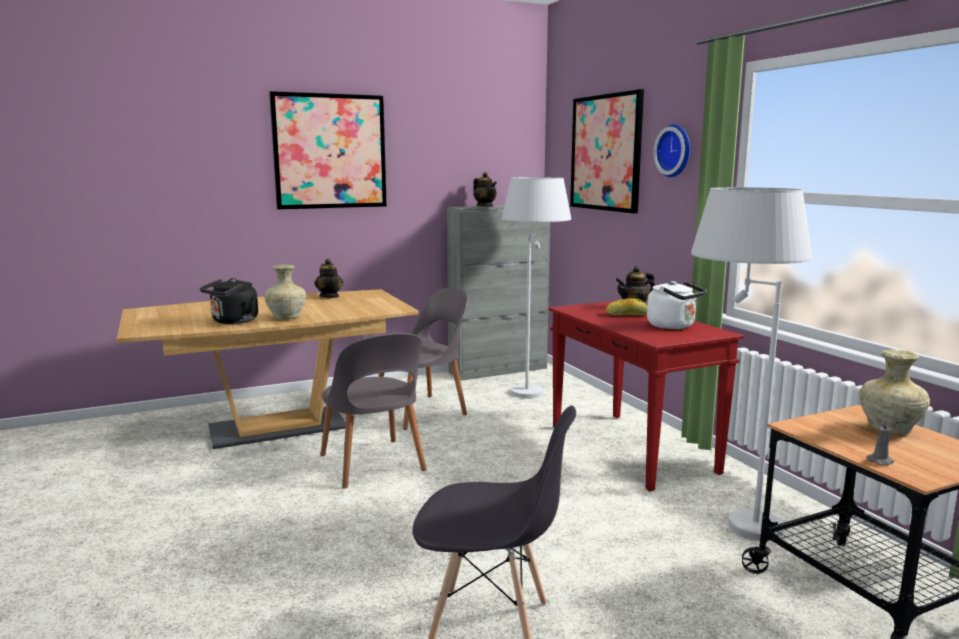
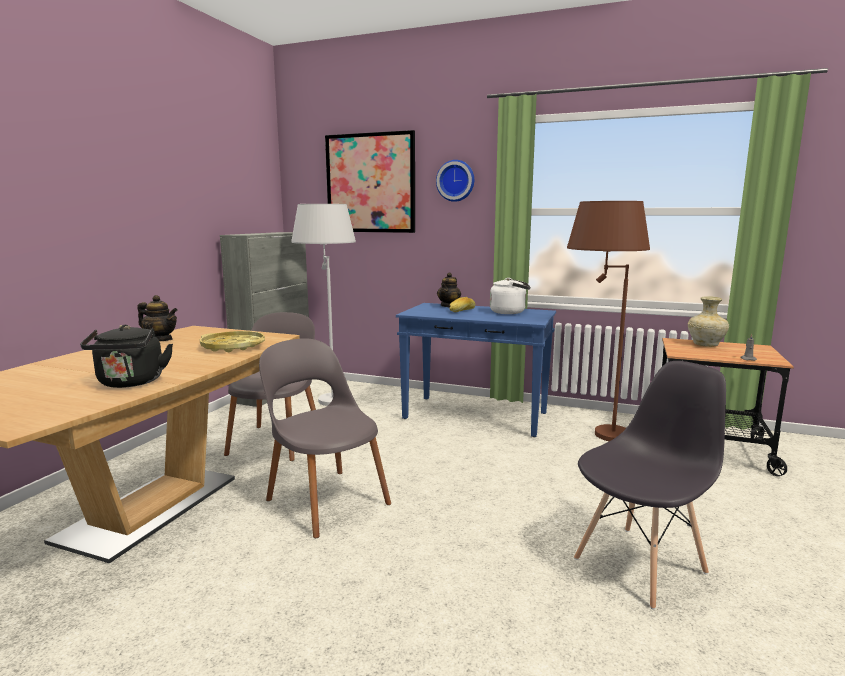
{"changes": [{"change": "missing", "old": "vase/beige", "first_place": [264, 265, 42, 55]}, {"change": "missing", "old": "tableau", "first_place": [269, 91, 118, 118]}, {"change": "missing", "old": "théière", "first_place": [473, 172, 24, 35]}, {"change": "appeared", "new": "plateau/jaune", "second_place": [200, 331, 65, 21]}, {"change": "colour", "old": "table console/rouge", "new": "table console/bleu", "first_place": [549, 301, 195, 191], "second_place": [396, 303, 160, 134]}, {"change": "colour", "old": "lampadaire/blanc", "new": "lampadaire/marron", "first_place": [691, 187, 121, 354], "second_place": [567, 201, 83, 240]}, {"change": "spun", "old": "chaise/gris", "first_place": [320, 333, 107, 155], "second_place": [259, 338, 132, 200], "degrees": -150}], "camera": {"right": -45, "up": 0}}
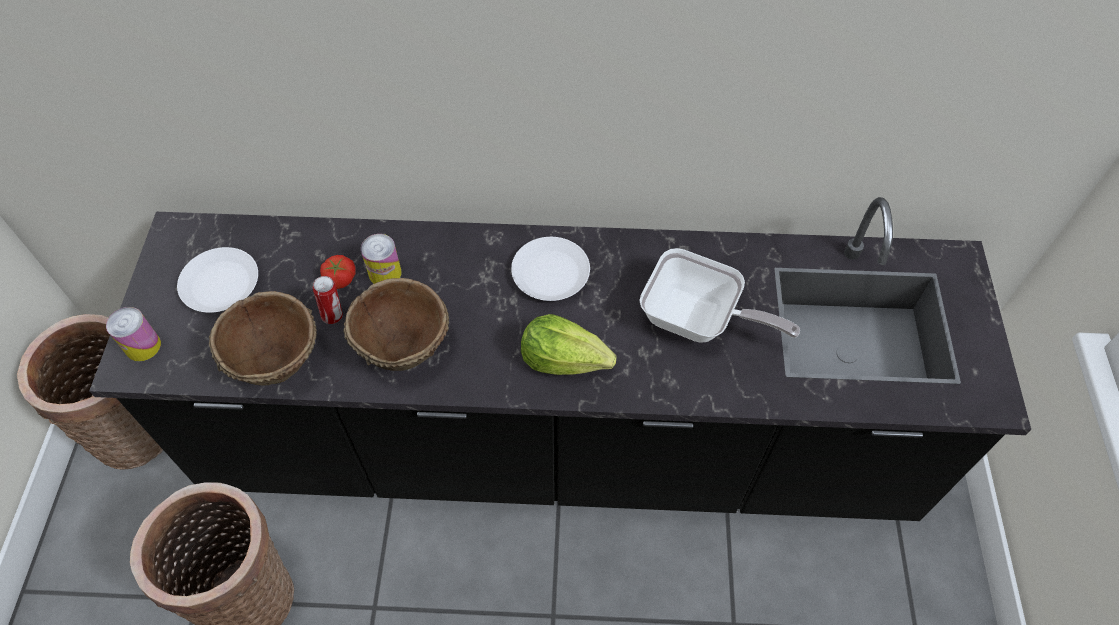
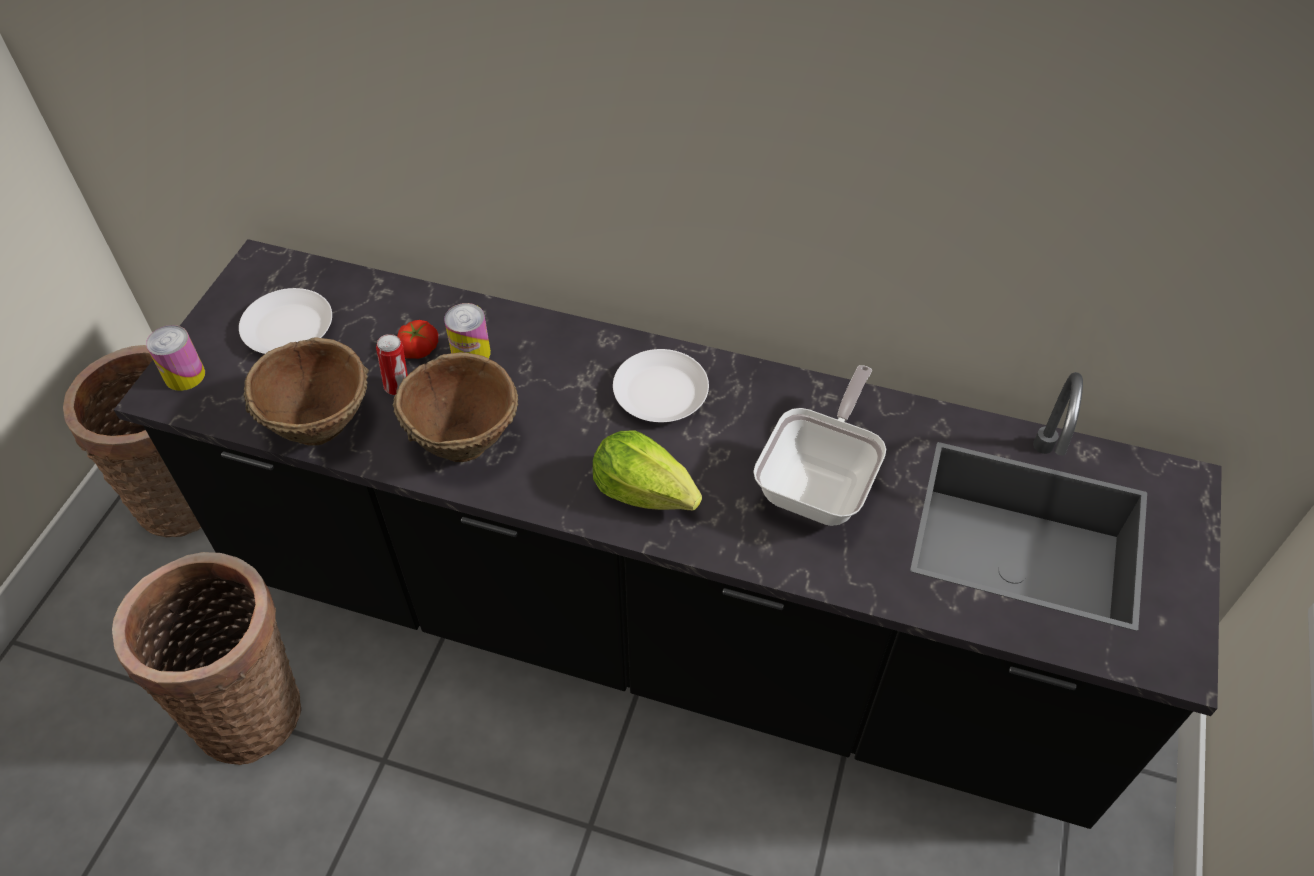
{"changes": [{"change": "spun", "old": "poêle", "first_place": [639, 248, 161, 95], "second_place": [753, 365, 133, 161], "degrees": -105}], "camera": {"right": 15, "up": -5}}
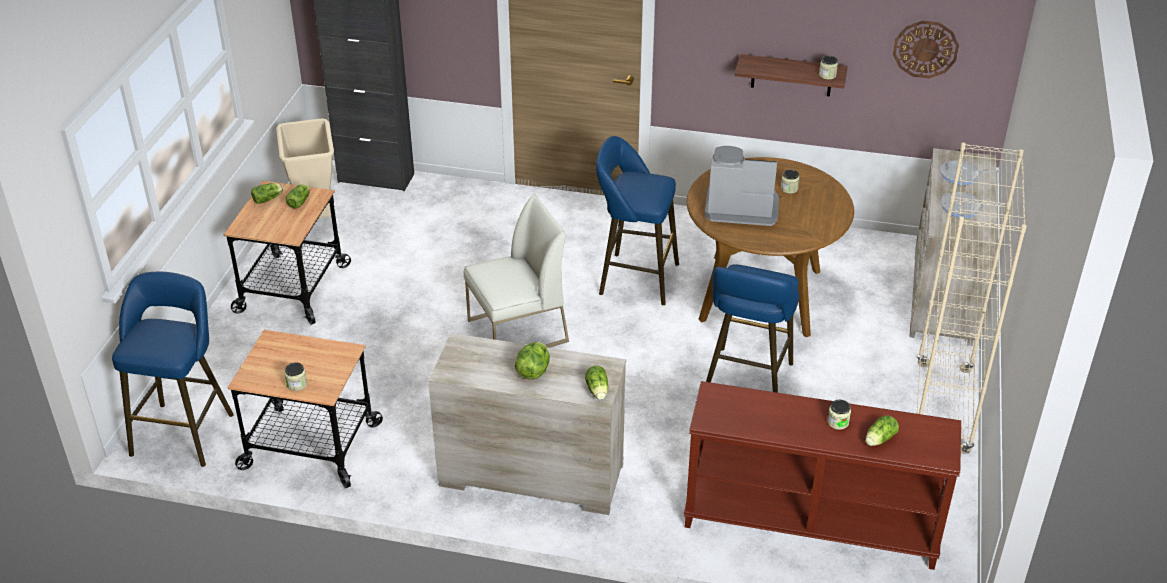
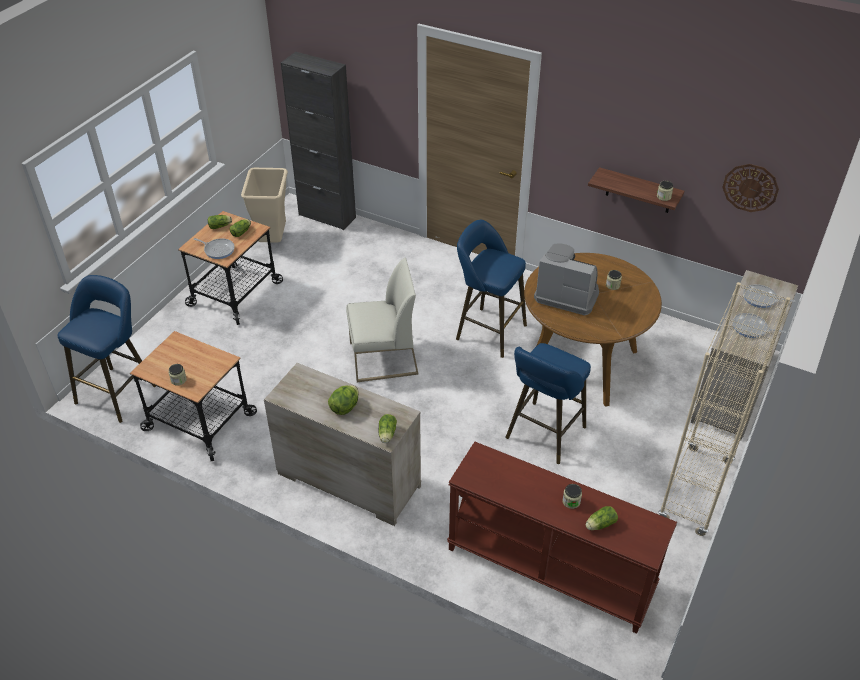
{"changes": [{"change": "appeared", "new": "poêle", "second_place": [194, 238, 40, 21]}], "camera": {"right": 15, "up": 5}}
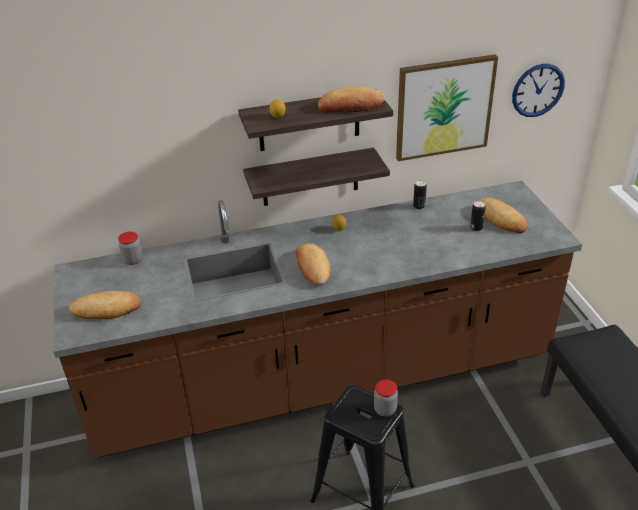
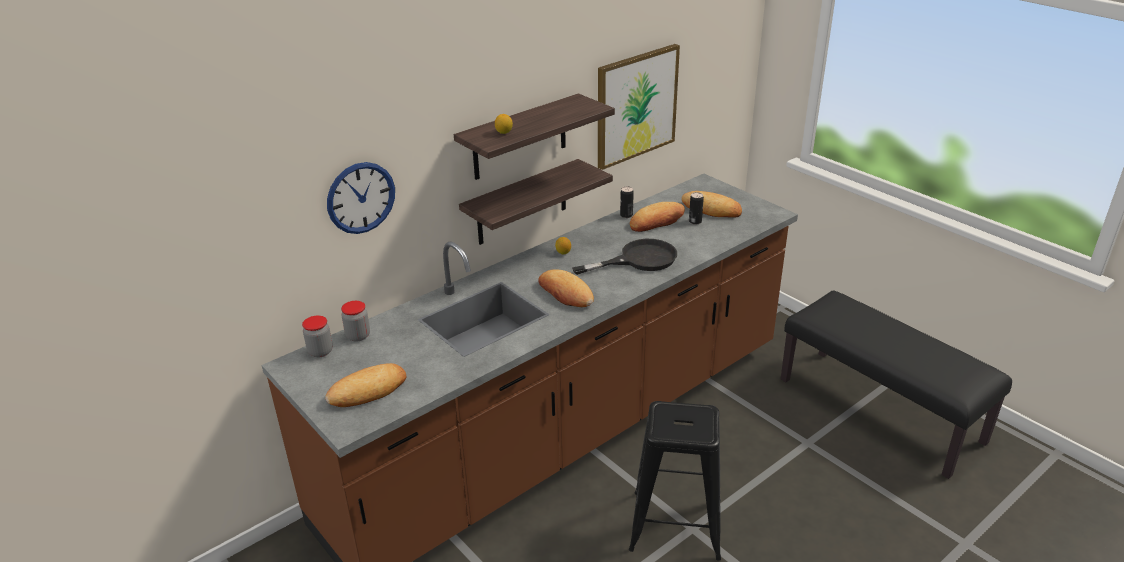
{"changes": [{"change": "appeared", "new": "poêle/noir", "second_place": [572, 239, 105, 36]}, {"change": "relocated", "old": "pain", "first_place": [318, 87, 67, 25], "second_place": [630, 202, 55, 30]}, {"change": "relocated", "old": "bocal", "first_place": [374, 379, 24, 38], "second_place": [302, 316, 31, 41]}, {"change": "relocated", "old": "horloge murale", "first_place": [512, 64, 53, 53], "second_place": [327, 162, 68, 72]}], "camera": {"right": -25, "up": -5}}
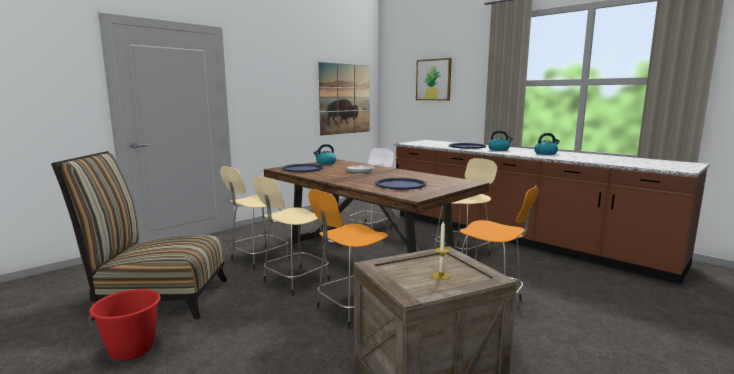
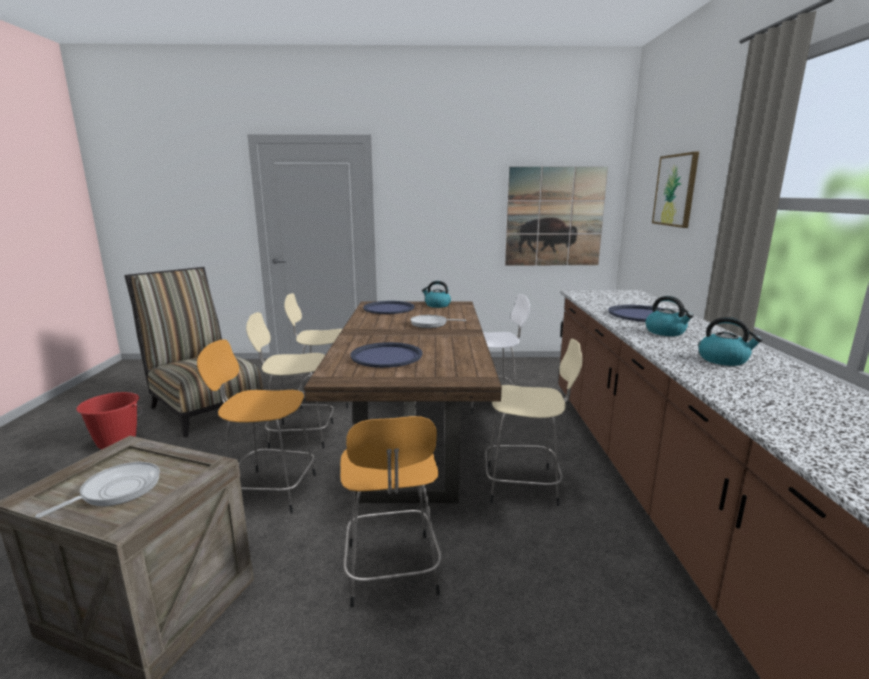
{"changes": [{"change": "exchanged", "old": "bougie", "new": "poêle", "first_place": [432, 221, 18, 59], "second_place": [35, 462, 125, 56]}], "camera": {"right": 45, "up": 5}}
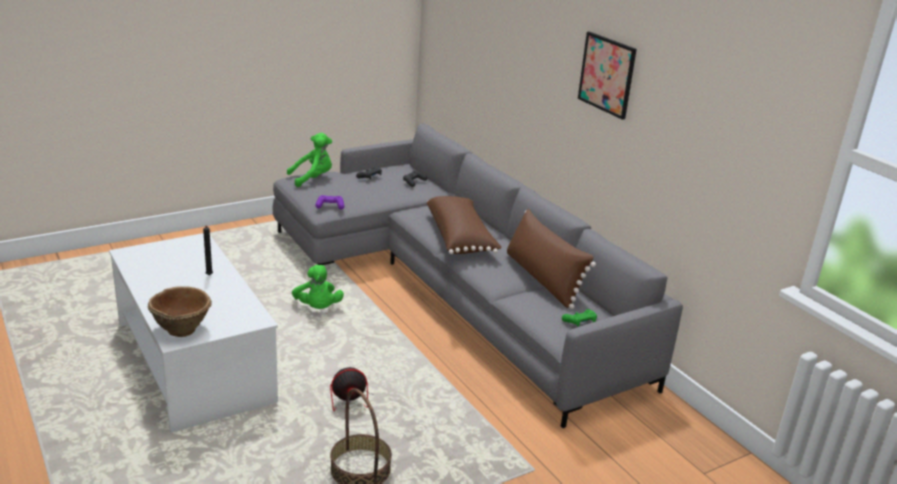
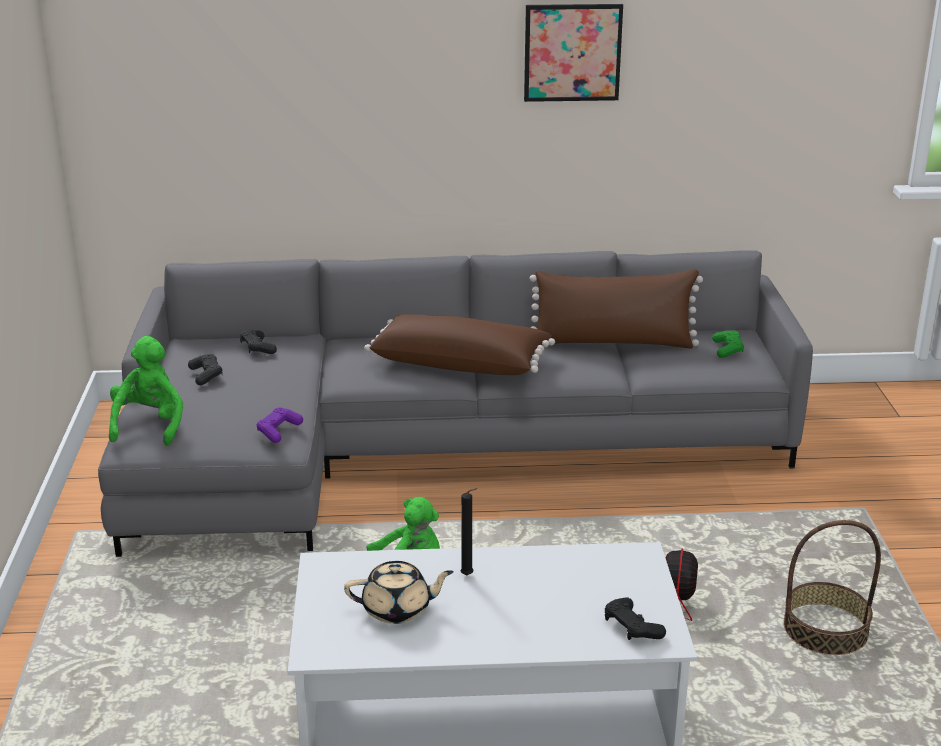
{"changes": [{"change": "appeared", "new": "théière/beige", "second_place": [344, 561, 110, 63]}, {"change": "exchanged", "old": "bol/marron", "new": "manette/noir", "first_place": [147, 286, 65, 51], "second_place": [605, 597, 61, 43]}], "camera": {"right": -60, "up": 0}}
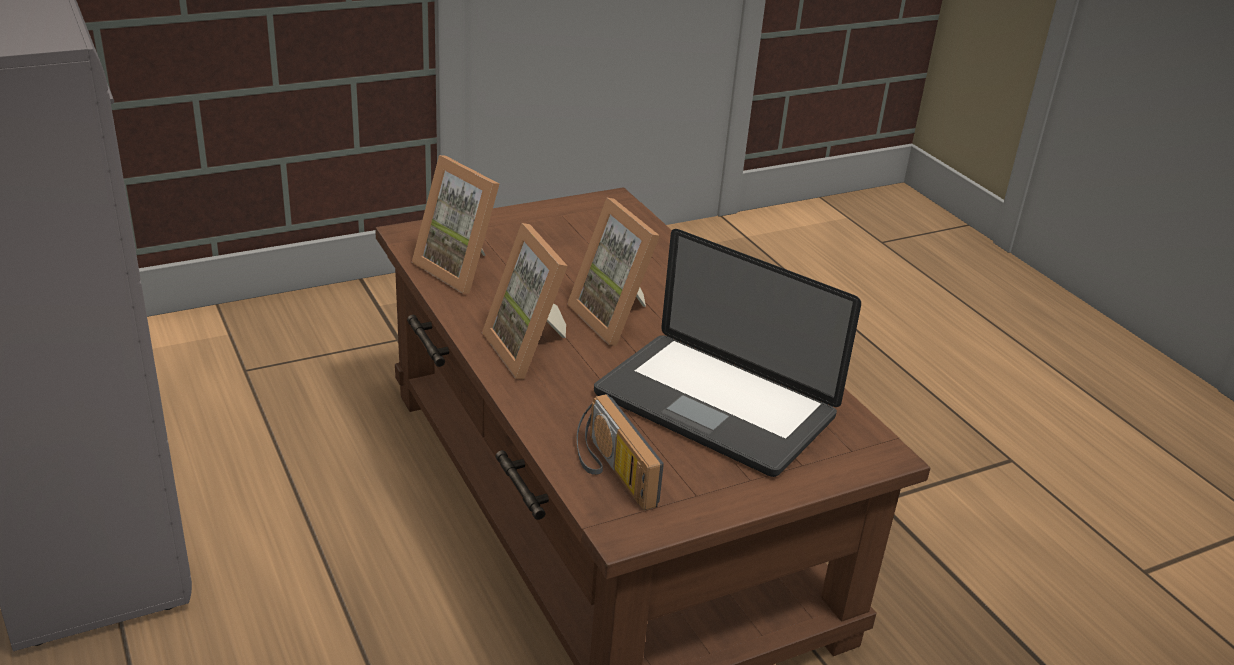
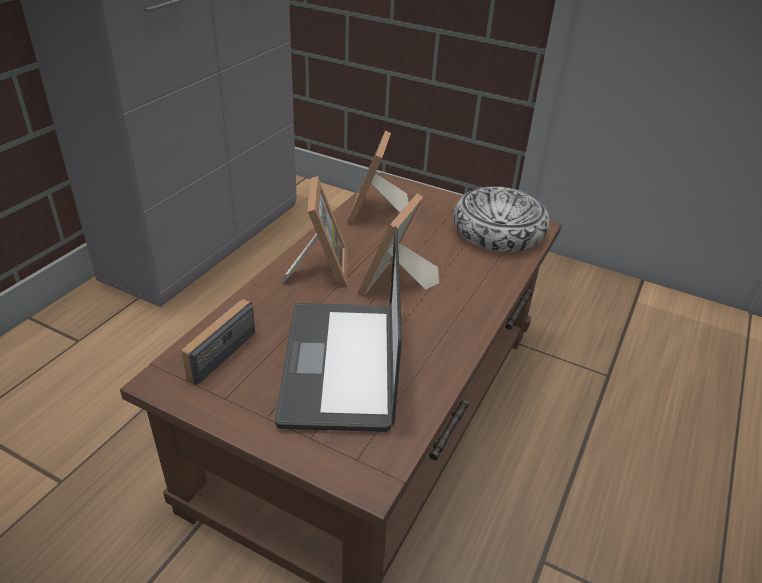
{"changes": [{"change": "appeared", "new": "bol", "second_place": [454, 186, 96, 66]}, {"change": "spun", "old": "cadre photo", "first_place": [482, 223, 86, 156], "second_place": [282, 176, 65, 112], "degrees": 150}], "camera": {"right": 55, "up": 5}}
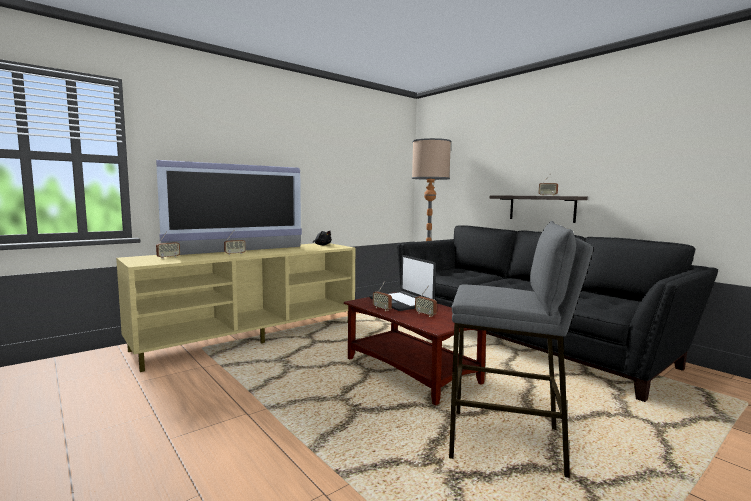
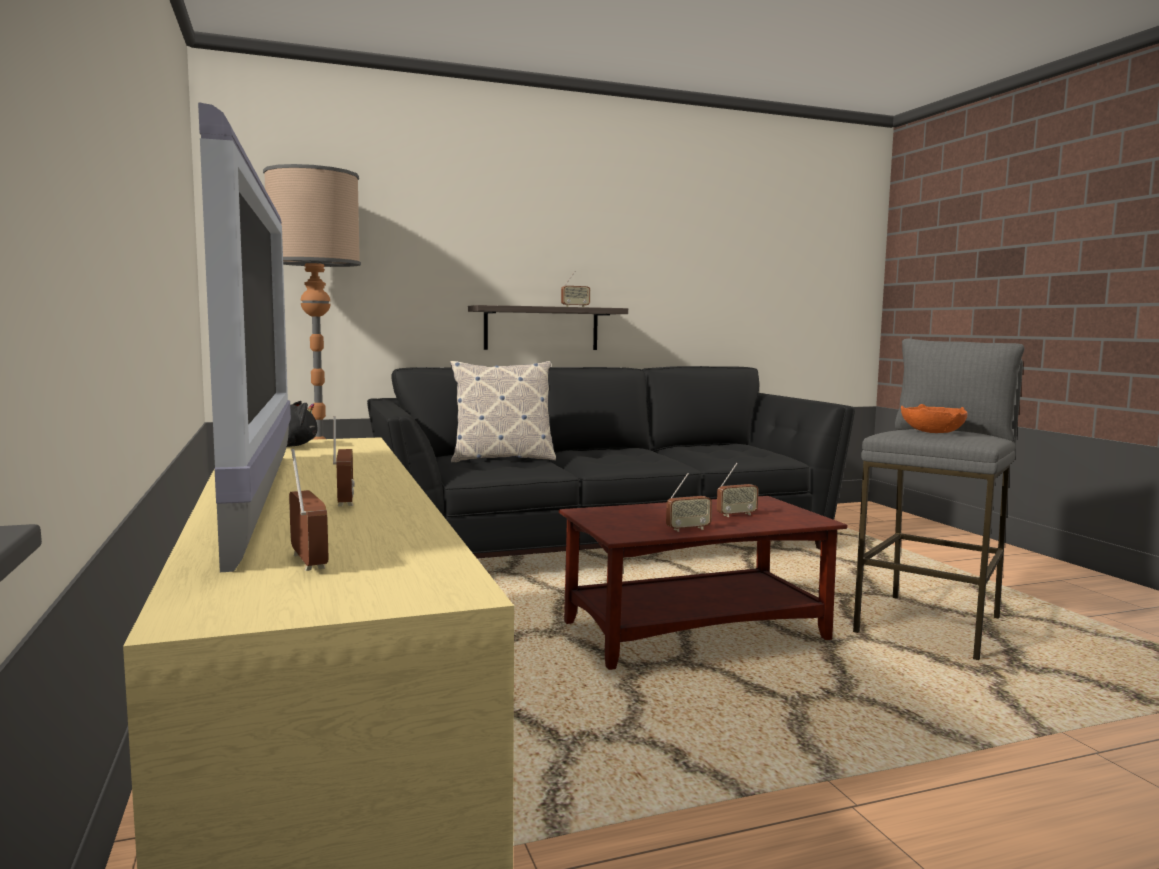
{"changes": [{"change": "missing", "old": "ordinateur portable", "first_place": [369, 255, 67, 56]}, {"change": "appeared", "new": "coussin", "second_place": [450, 361, 106, 101]}, {"change": "appeared", "new": "bol/orange", "second_place": [901, 404, 66, 29]}], "camera": {"right": -70, "up": 0}}
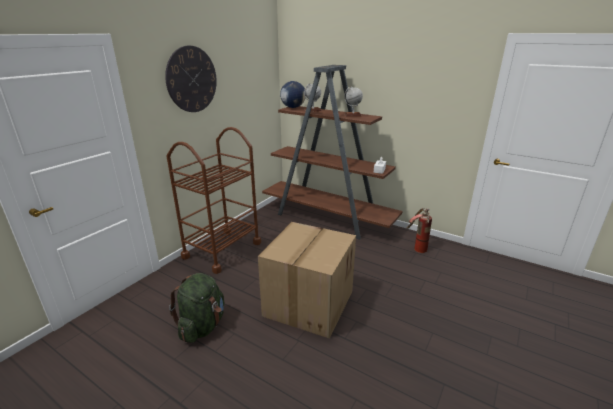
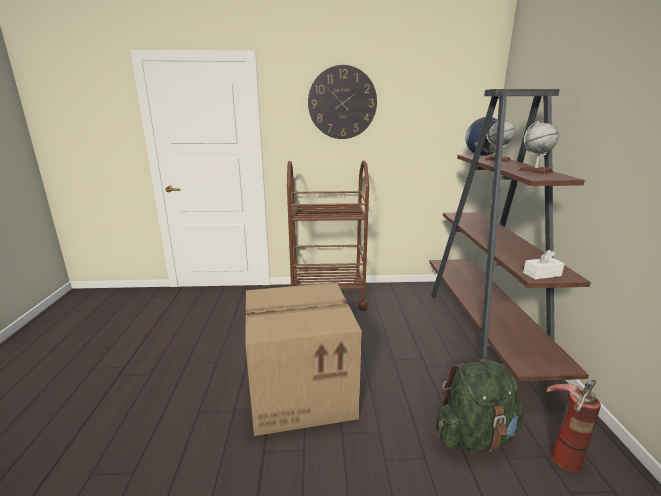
{"changes": [{"change": "relocated", "old": "sac à dos/vert", "first_place": [169, 273, 56, 70], "second_place": [435, 359, 89, 94]}], "camera": {"right": 55, "up": -5}}
